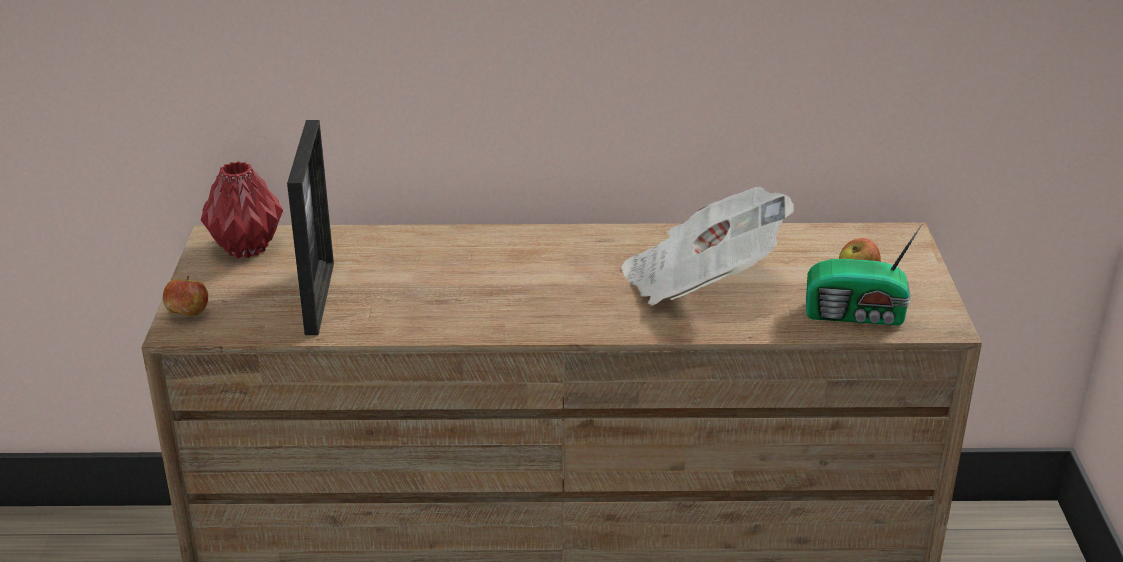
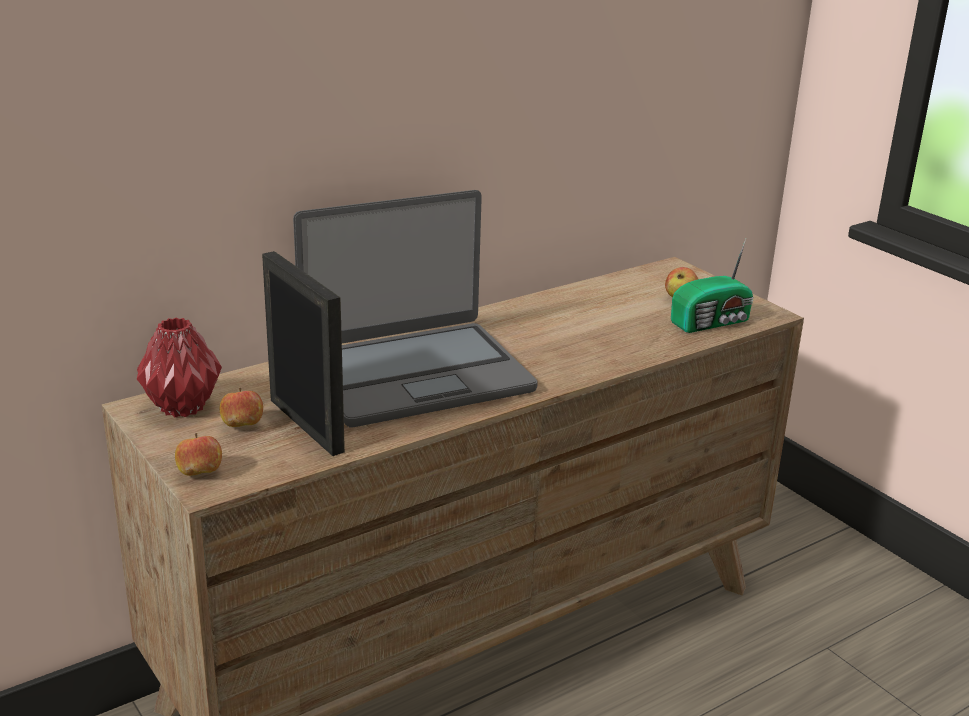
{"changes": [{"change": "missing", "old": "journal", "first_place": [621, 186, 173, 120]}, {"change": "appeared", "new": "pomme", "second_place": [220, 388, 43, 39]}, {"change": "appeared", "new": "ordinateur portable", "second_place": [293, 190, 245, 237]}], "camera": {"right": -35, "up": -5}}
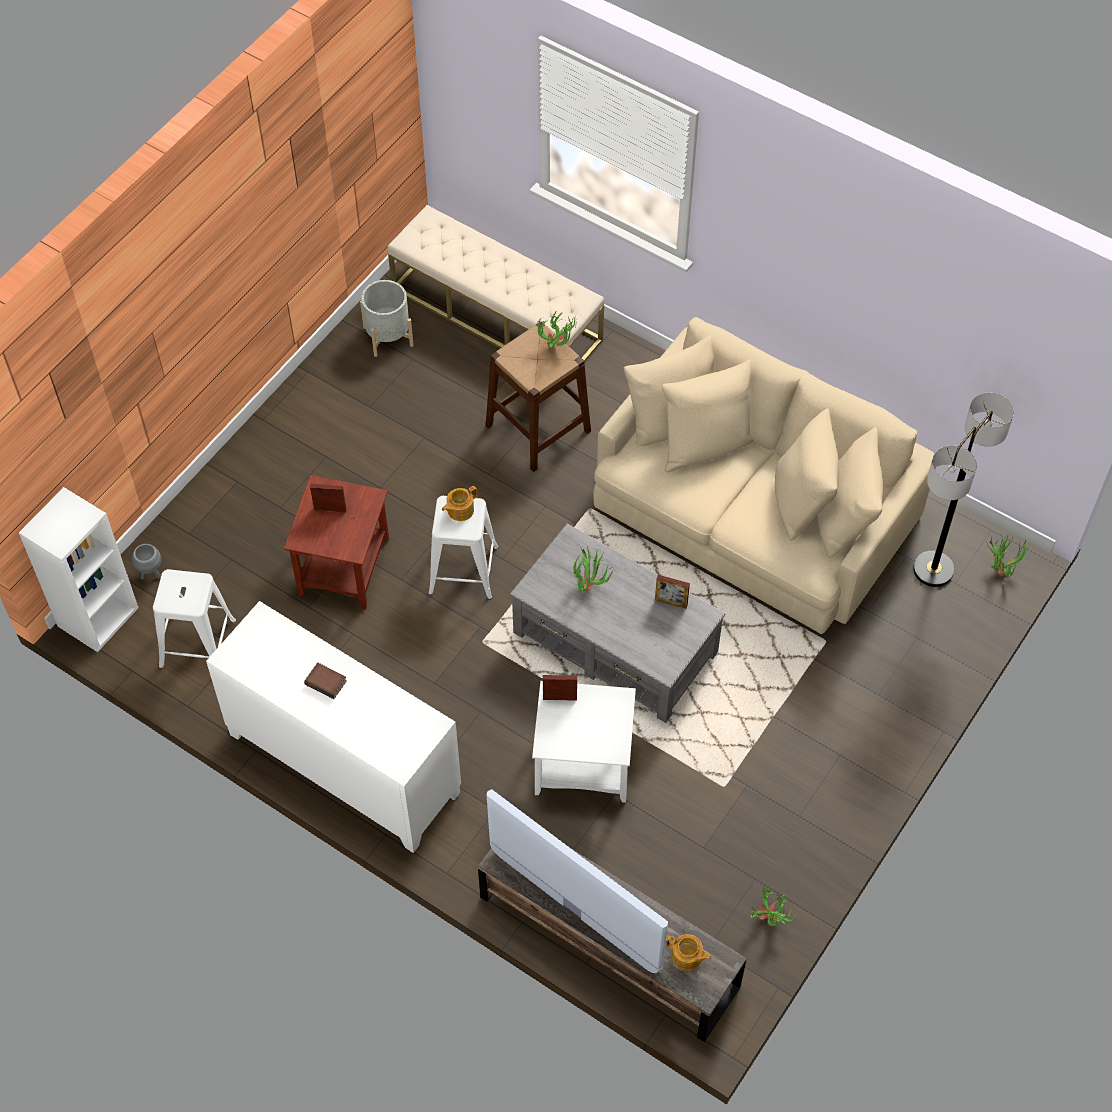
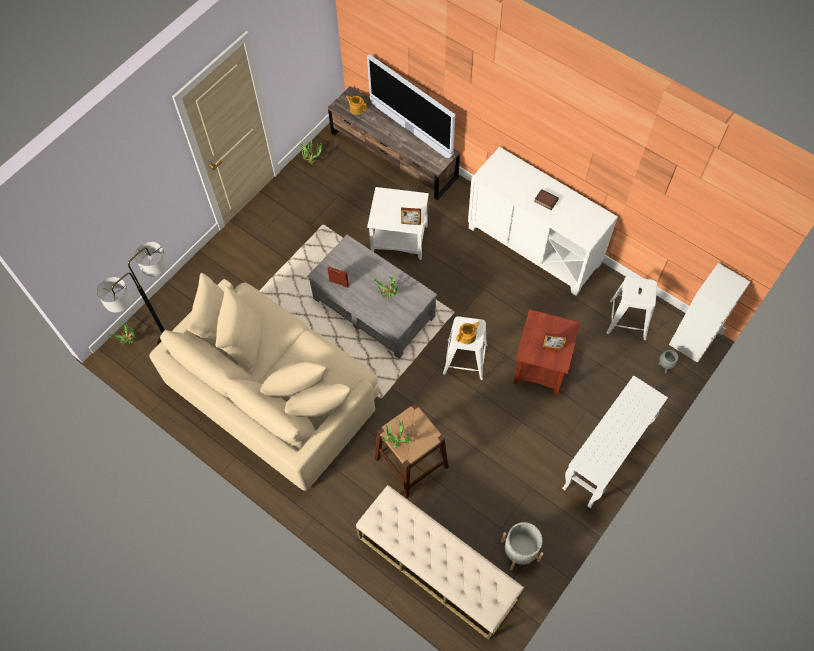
{"changes": [{"change": "appeared", "new": "table console/blanc", "second_place": [562, 376, 106, 132]}], "camera": {"right": -175, "up": 5}}
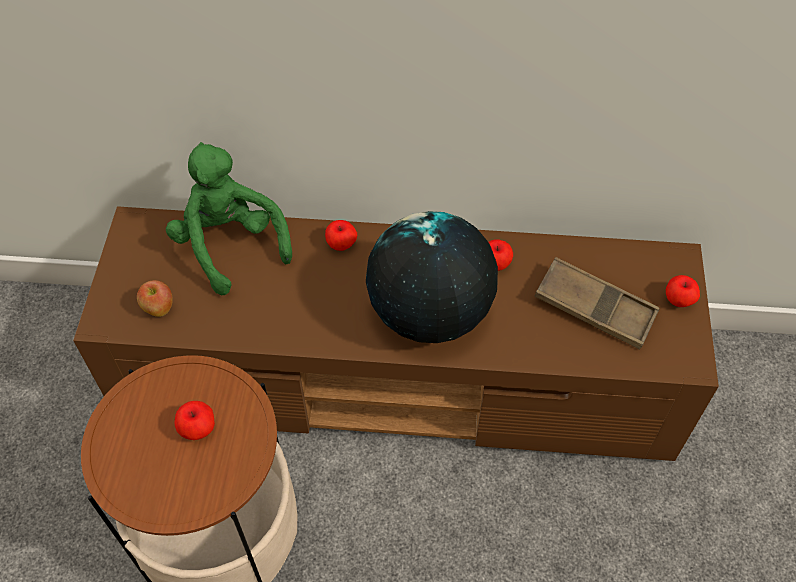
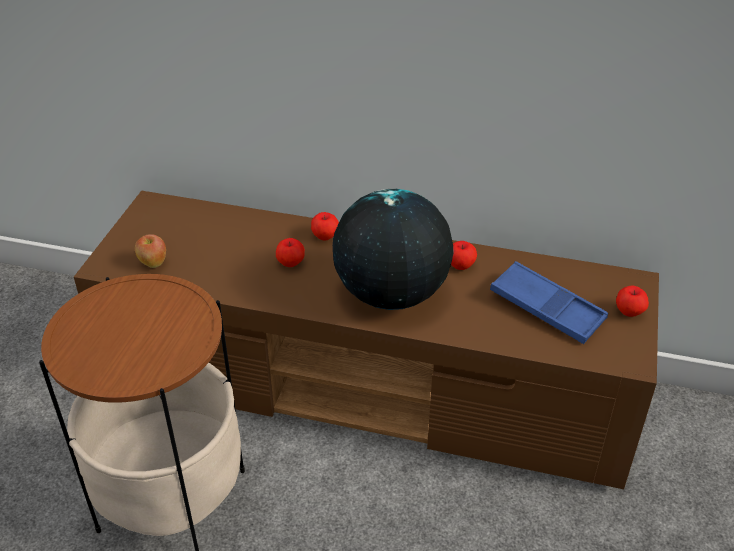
{"changes": [{"change": "missing", "old": "peluche/vert", "first_place": [166, 142, 126, 153]}, {"change": "relocated", "old": "pomme", "first_place": [174, 401, 41, 39], "second_place": [276, 238, 29, 29]}, {"change": "colour", "old": "plateau/marron", "new": "plateau/bleu", "first_place": [534, 257, 125, 93], "second_place": [490, 261, 118, 83]}], "camera": {"right": 10, "up": -15}}
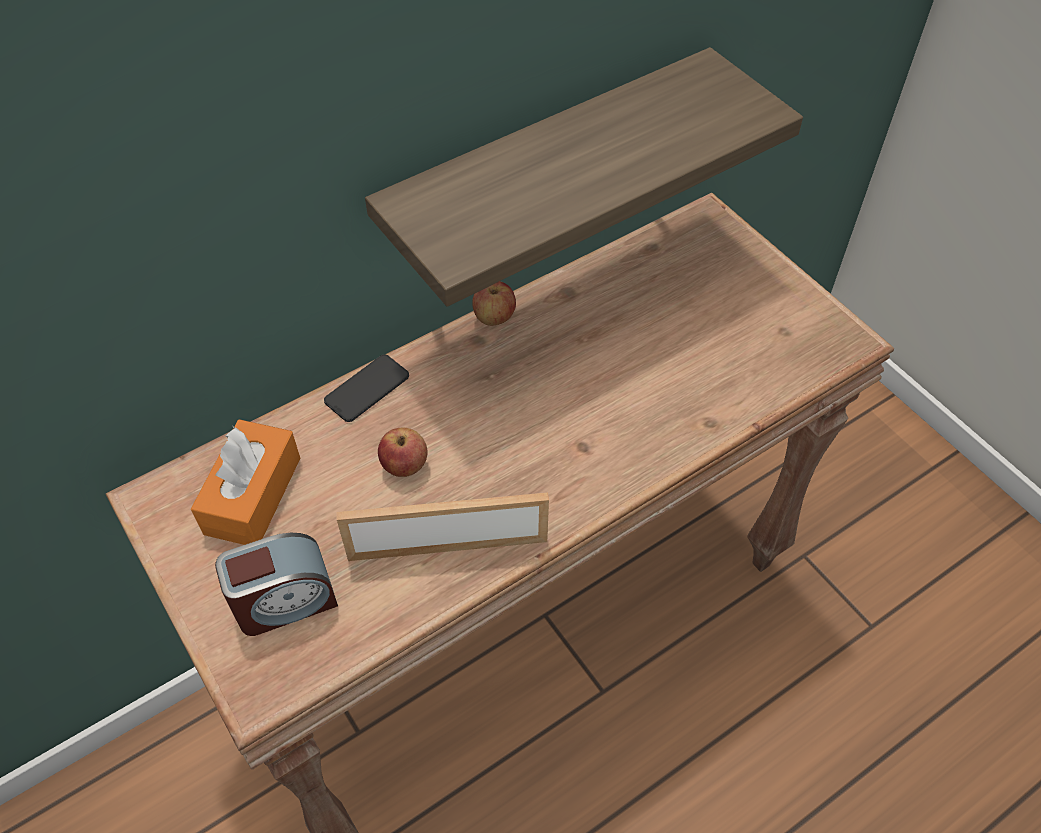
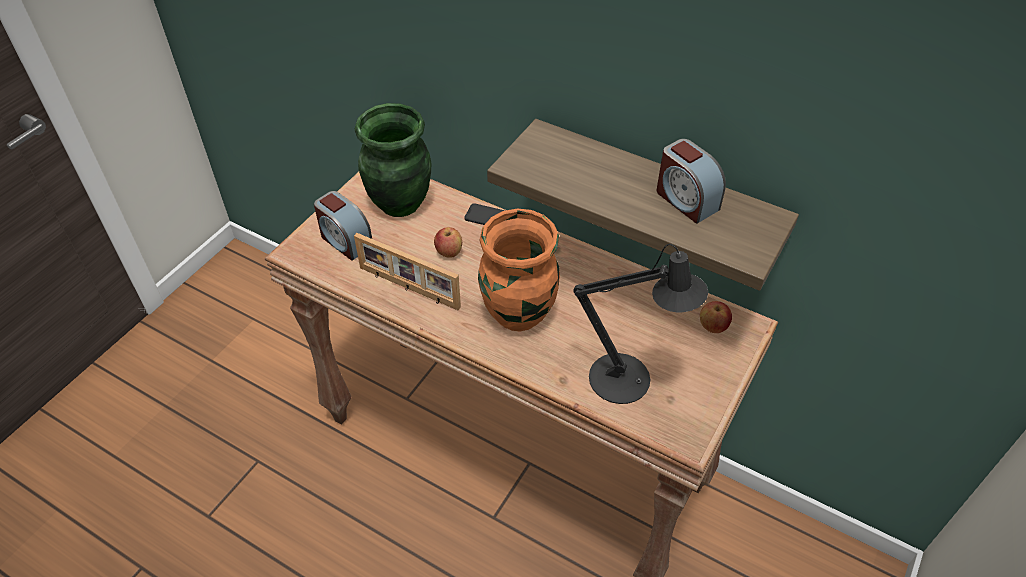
{"changes": [{"change": "appeared", "new": "vase/orange", "second_place": [478, 209, 82, 122]}, {"change": "appeared", "new": "lampe de table/noir", "second_place": [573, 244, 135, 160]}, {"change": "appeared", "new": "réveil", "second_place": [657, 139, 69, 85]}, {"change": "relocated", "old": "pomme", "first_place": [472, 281, 44, 45], "second_place": [700, 301, 32, 32]}, {"change": "exchanged", "old": "boîte à mouchoirs/orange", "new": "vase/vert", "first_place": [191, 419, 109, 126], "second_place": [355, 103, 76, 114]}, {"change": "spun", "old": "cadre photo", "first_place": [337, 492, 212, 69], "second_place": [354, 233, 107, 77], "degrees": 150}], "camera": {"right": 65, "up": -5}}
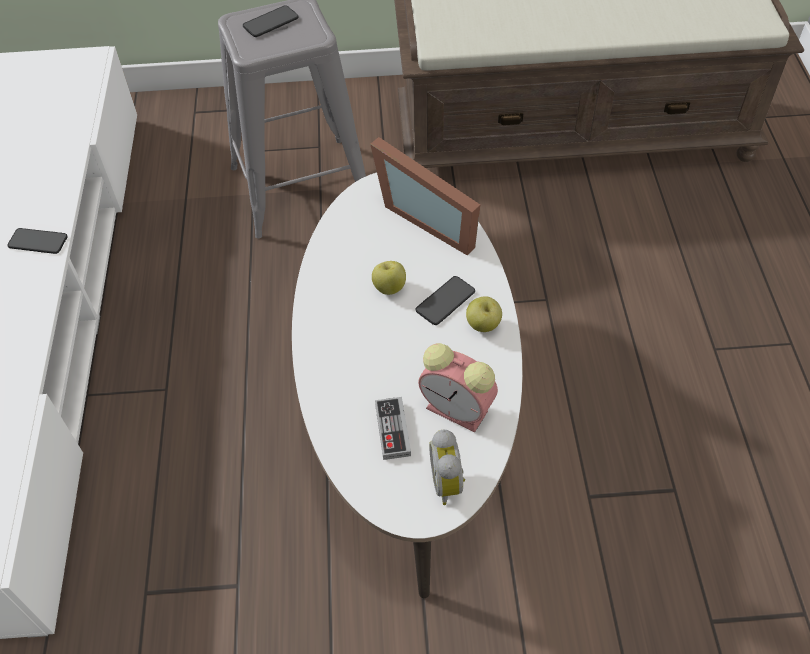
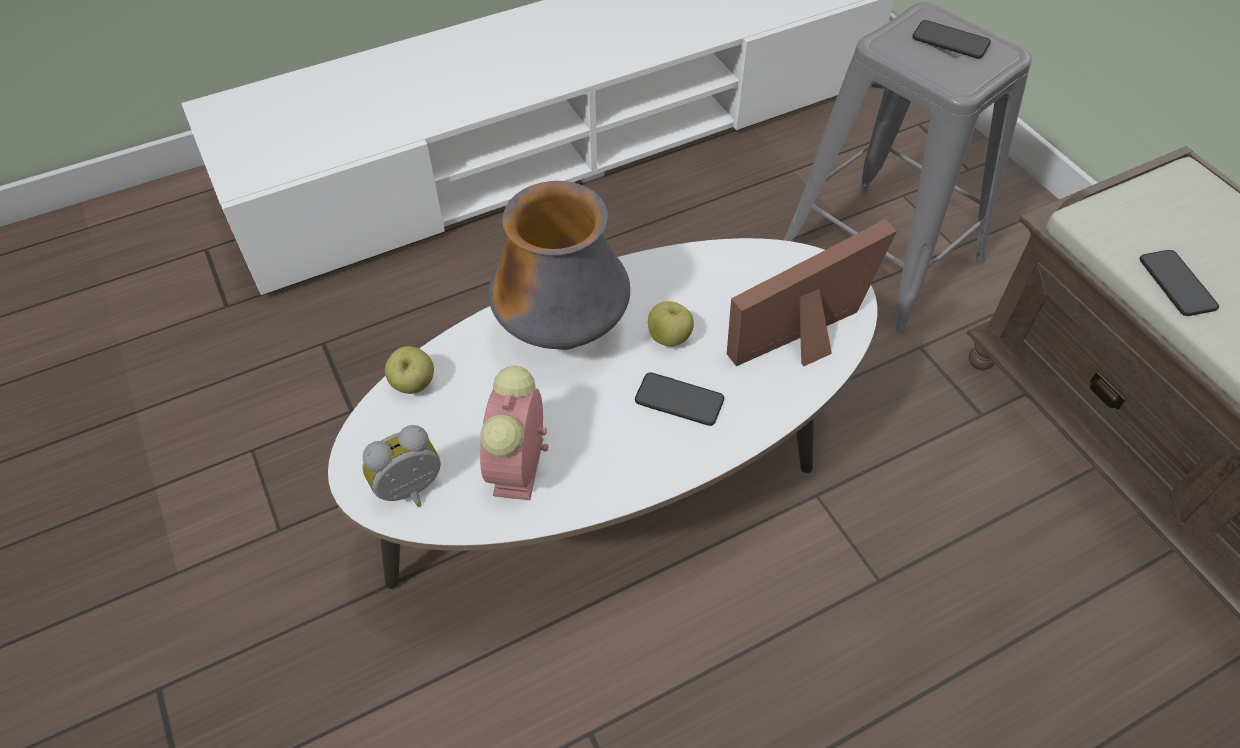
{"changes": [{"change": "missing", "old": "manette", "first_place": [375, 397, 36, 63]}, {"change": "appeared", "new": "vase", "second_place": [488, 181, 142, 169]}, {"change": "relocated", "old": "téléphone", "first_place": [7, 228, 61, 26], "second_place": [1139, 250, 80, 66]}, {"change": "relocated", "old": "pomme", "first_place": [466, 296, 36, 36], "second_place": [385, 346, 49, 48]}, {"change": "spun", "old": "cadre photo", "first_place": [370, 137, 110, 118], "second_place": [727, 219, 170, 147], "degrees": 45}], "camera": {"right": 65, "up": 0}}
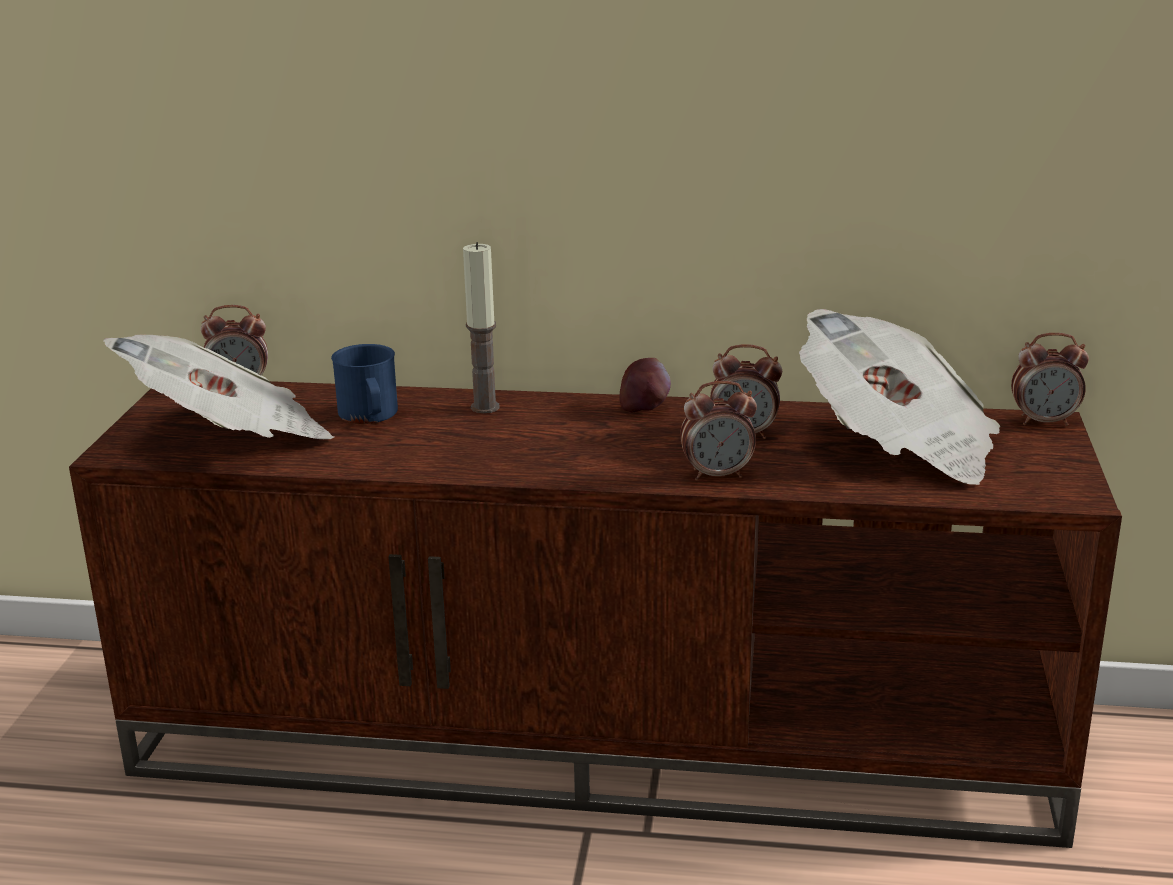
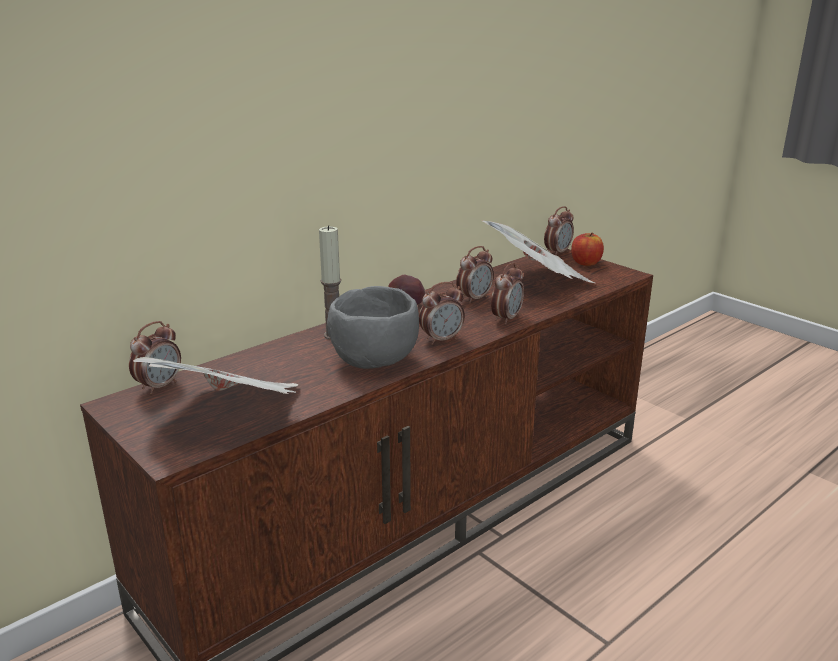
{"changes": [{"change": "missing", "old": "mug/bleu", "first_place": [331, 344, 67, 80]}, {"change": "appeared", "new": "bol/gris", "second_place": [327, 286, 92, 83]}, {"change": "appeared", "new": "réveil", "second_place": [419, 282, 46, 63]}, {"change": "appeared", "new": "pomme", "second_place": [571, 233, 33, 33]}], "camera": {"right": -50, "up": 0}}
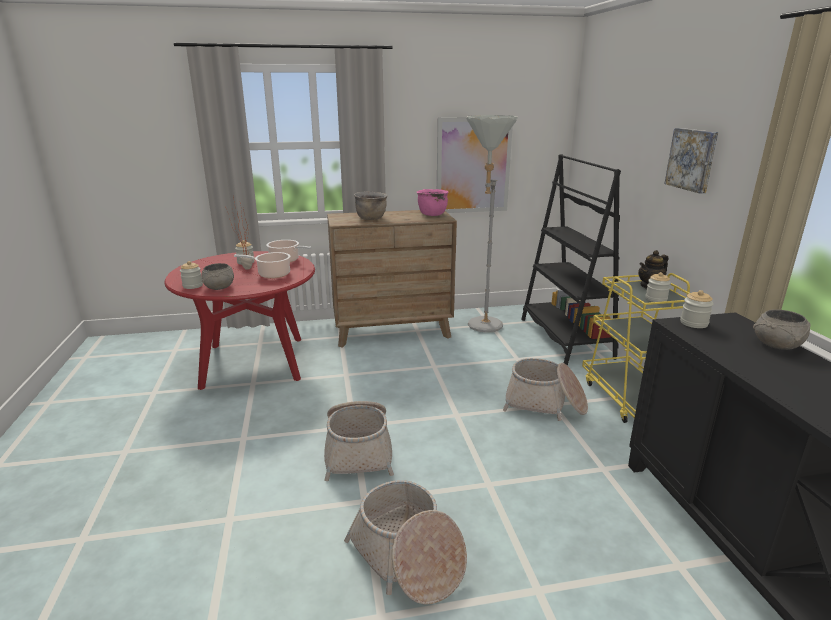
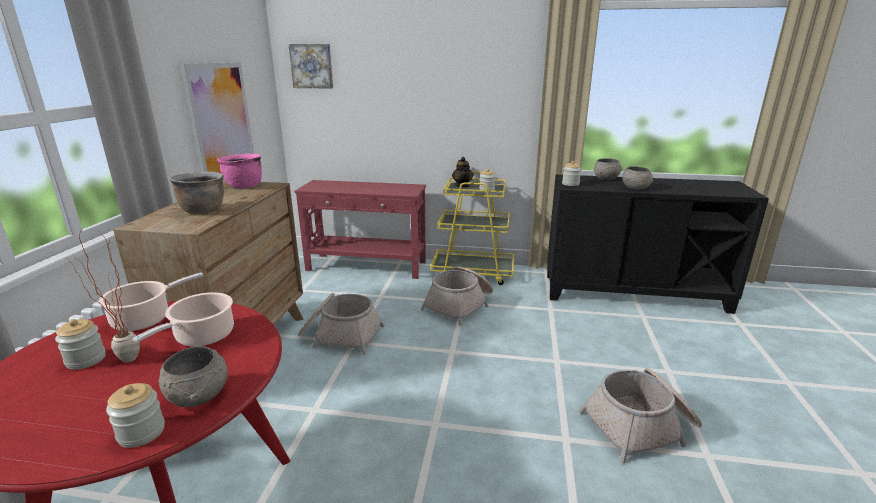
{"changes": [{"change": "missing", "old": "lampadaire/gris", "first_place": [466, 115, 52, 218]}, {"change": "appeared", "new": "bol/gris", "second_place": [622, 166, 31, 24]}, {"change": "relocated", "old": "panier", "first_place": [324, 401, 70, 80], "second_place": [298, 293, 86, 62]}, {"change": "relocated", "old": "tableau", "first_place": [664, 128, 54, 66], "second_place": [289, 44, 44, 45]}, {"change": "exchanged", "old": "bibliothèque/noir", "new": "table console/rouge", "first_place": [521, 154, 100, 212], "second_place": [295, 180, 131, 99]}], "camera": {"right": -70, "up": 0}}
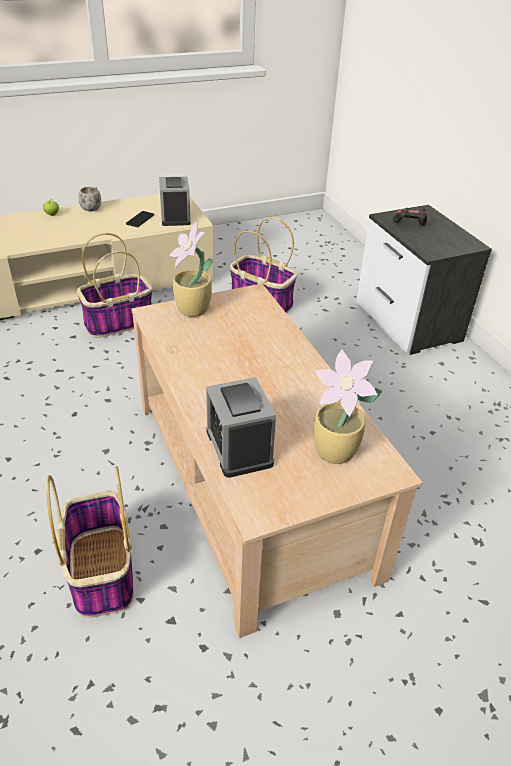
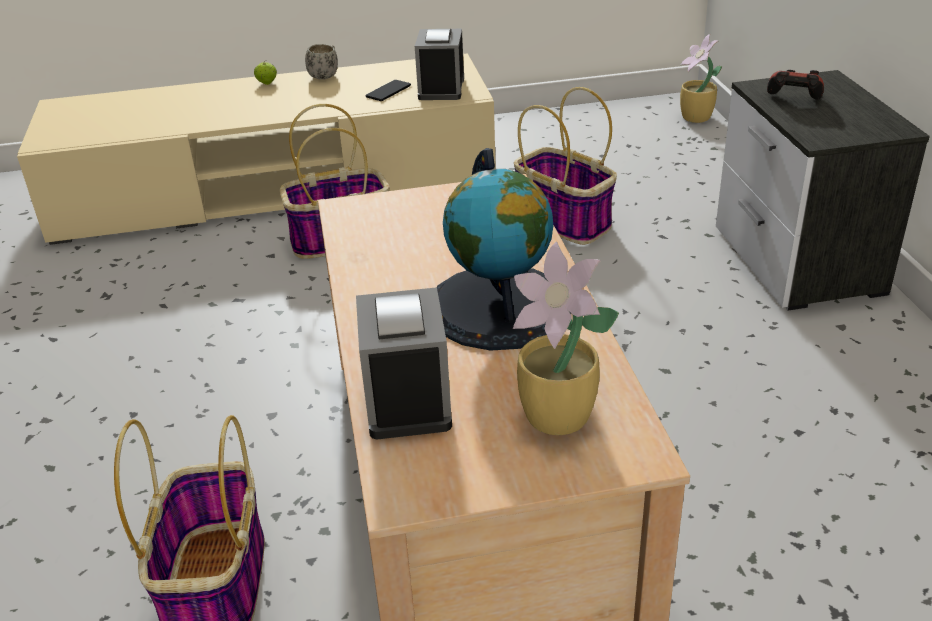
{"changes": [{"change": "appeared", "new": "globe", "second_place": [437, 148, 134, 203]}, {"change": "relocated", "old": "plante en pot", "first_place": [169, 222, 44, 95], "second_place": [680, 34, 42, 89]}], "camera": {"right": 15, "up": -5}}
